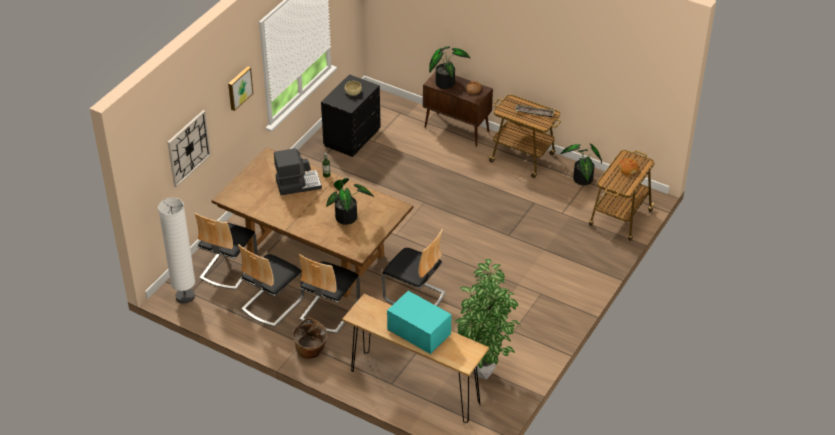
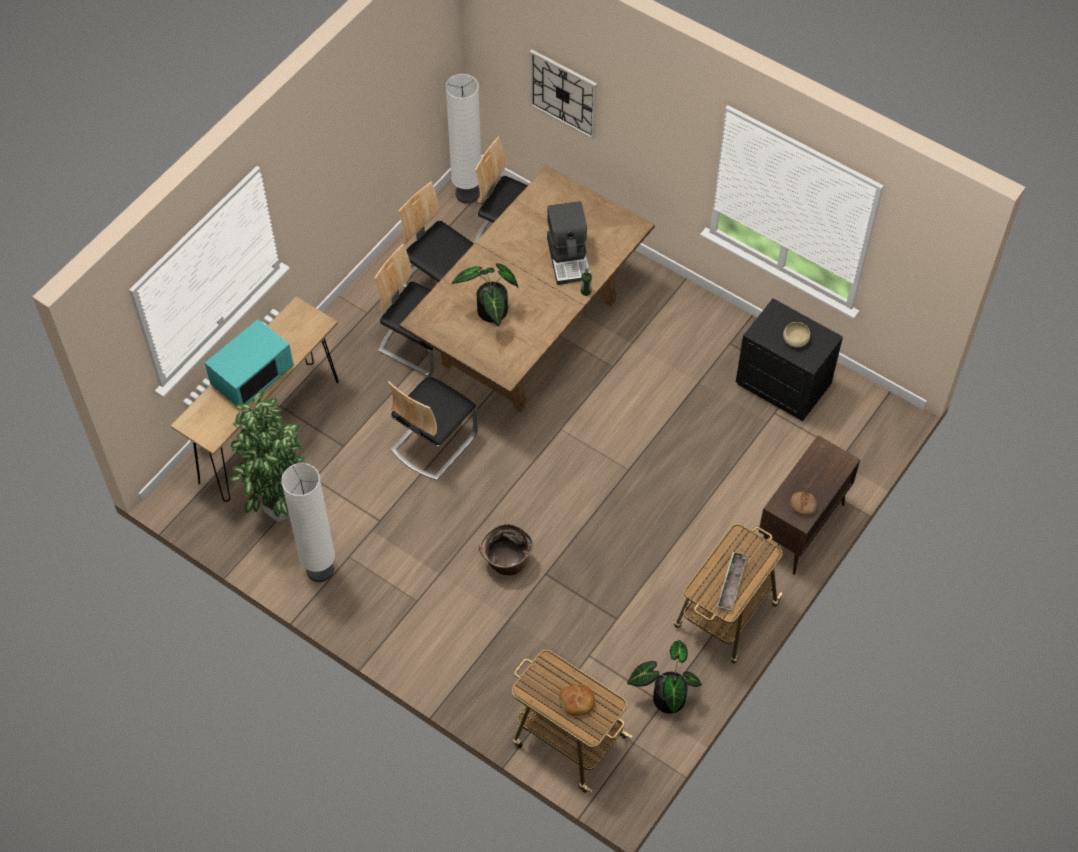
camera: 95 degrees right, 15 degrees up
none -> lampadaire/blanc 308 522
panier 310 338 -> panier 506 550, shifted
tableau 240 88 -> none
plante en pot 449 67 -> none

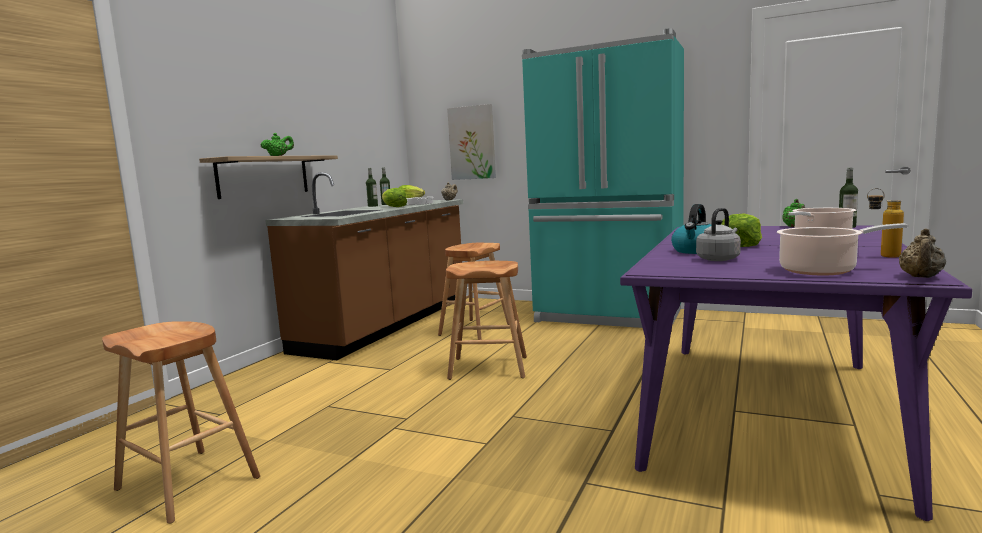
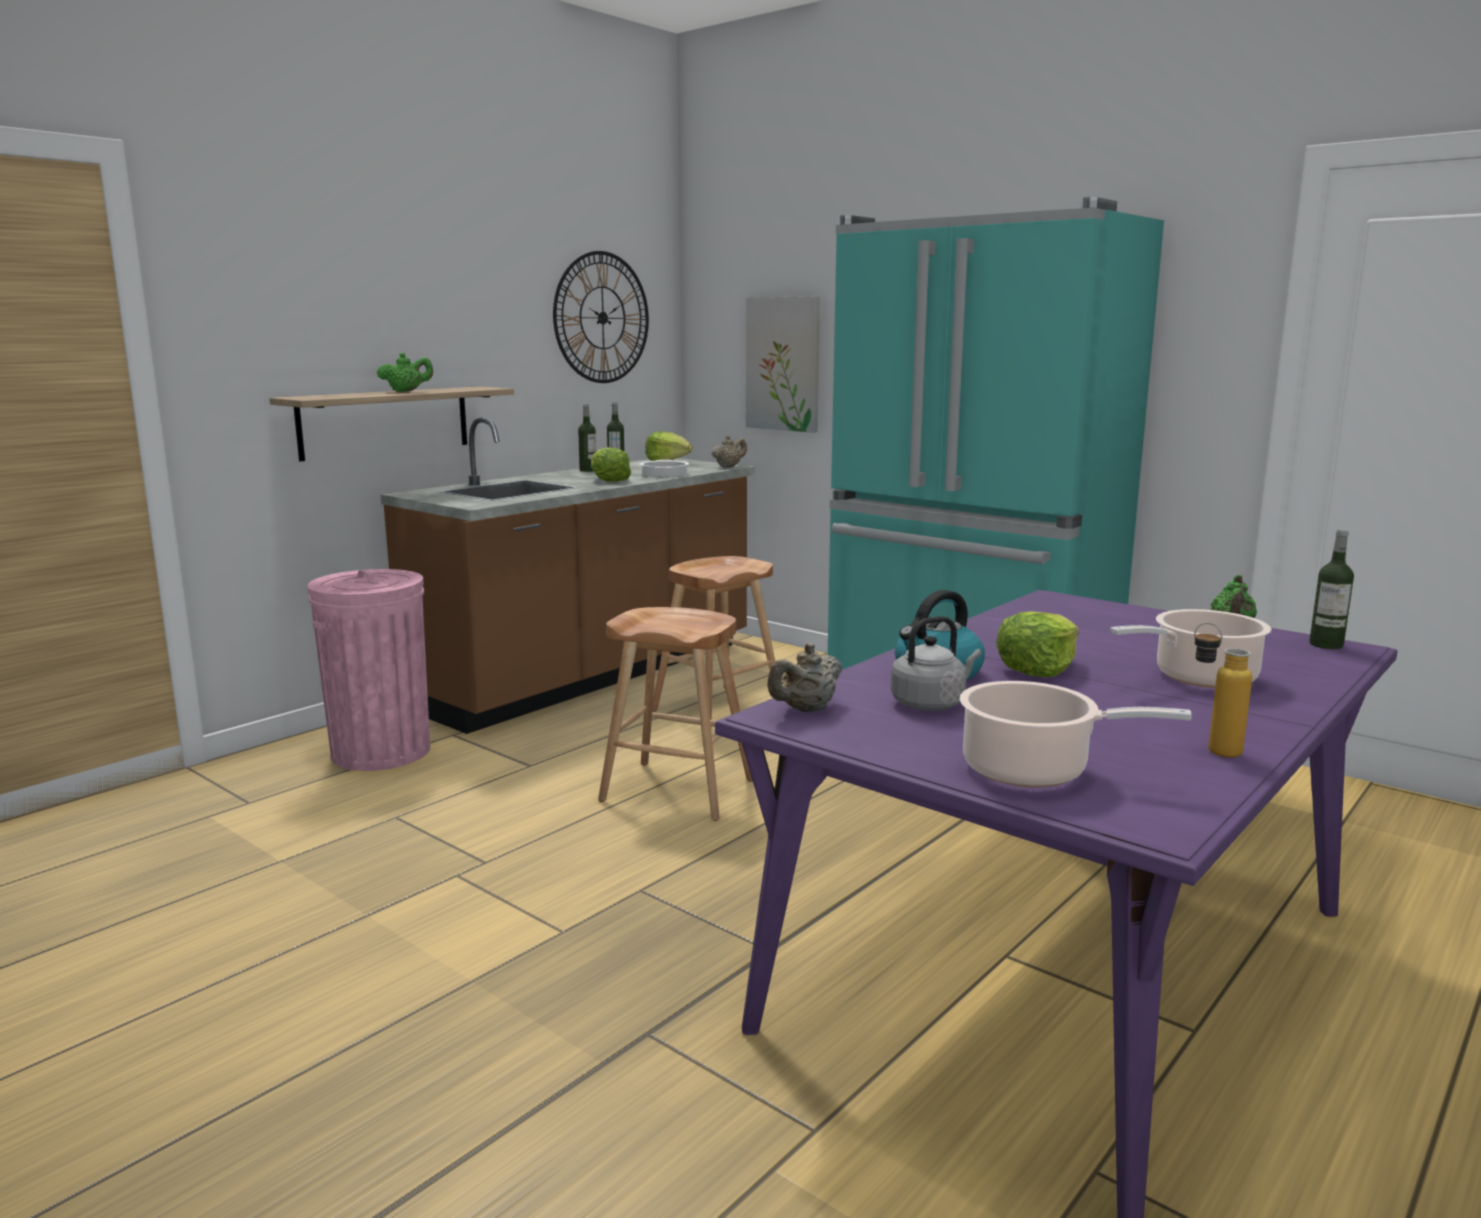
camera: 15 degrees right, 5 degrees up
none -> poubelle/rose 368 670
none -> horloge murale 601 317
théière/beige 922 253 -> théière/beige 804 677, shifted
tabouret/marron 181 422 -> none

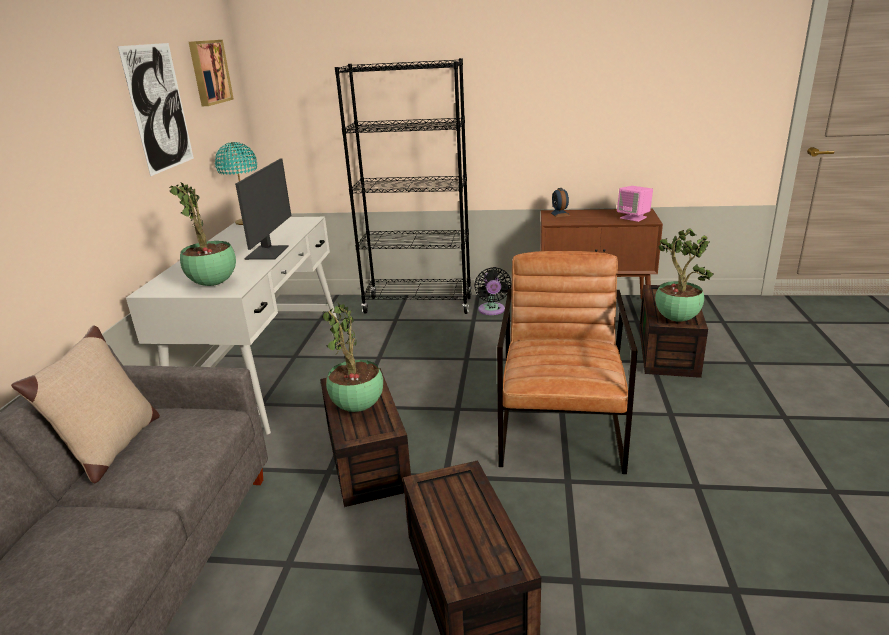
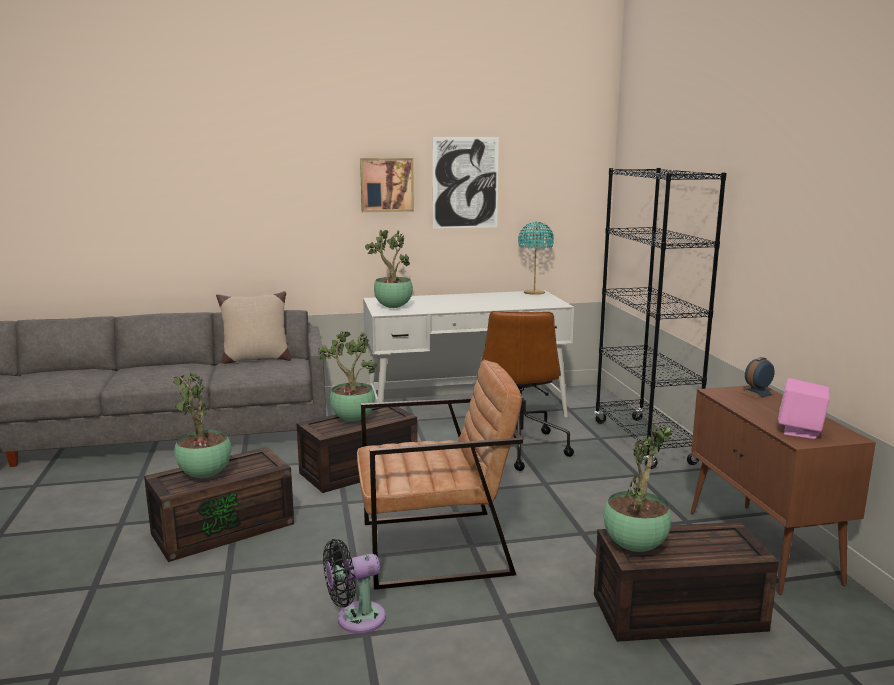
camera: 70 degrees right, 10 degrees down
none -> plante en pot 202 424
ventilateur/noir 493 291 -> ventilateur/noir 354 586, shifted
tableau 211 73 -> tableau 387 185, shifted
none -> chaise de bureau/marron 527 391
écran d'ordinateur 263 209 -> none

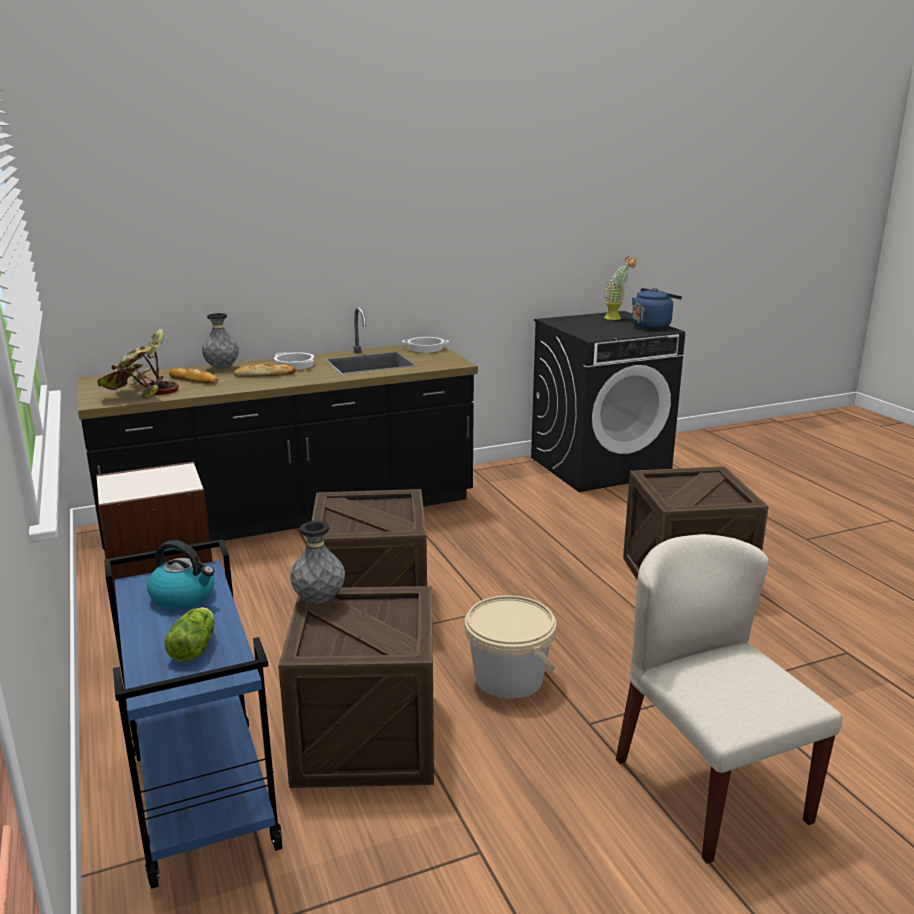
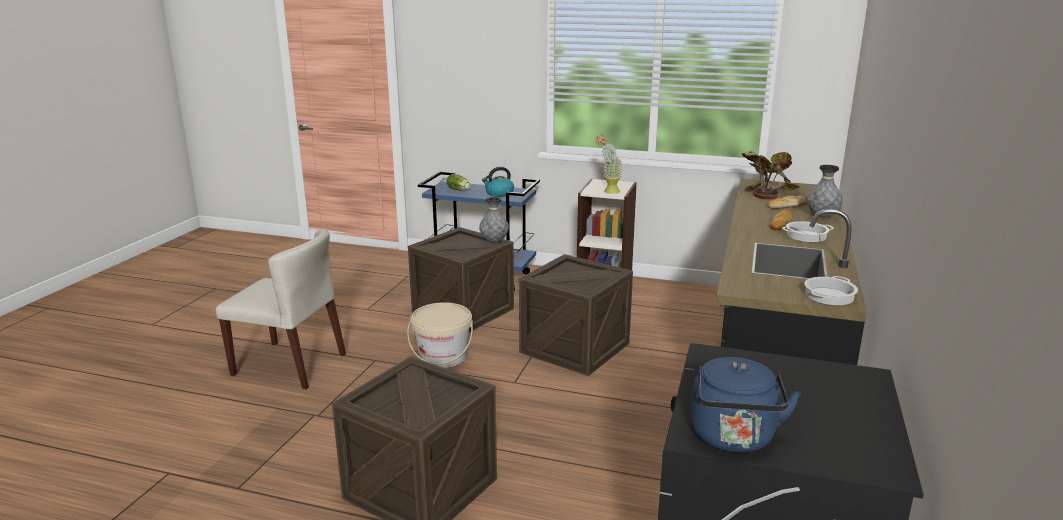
camera: 130 degrees right, 0 degrees up
plante en pot 620 288 -> plante en pot 609 164, shifted

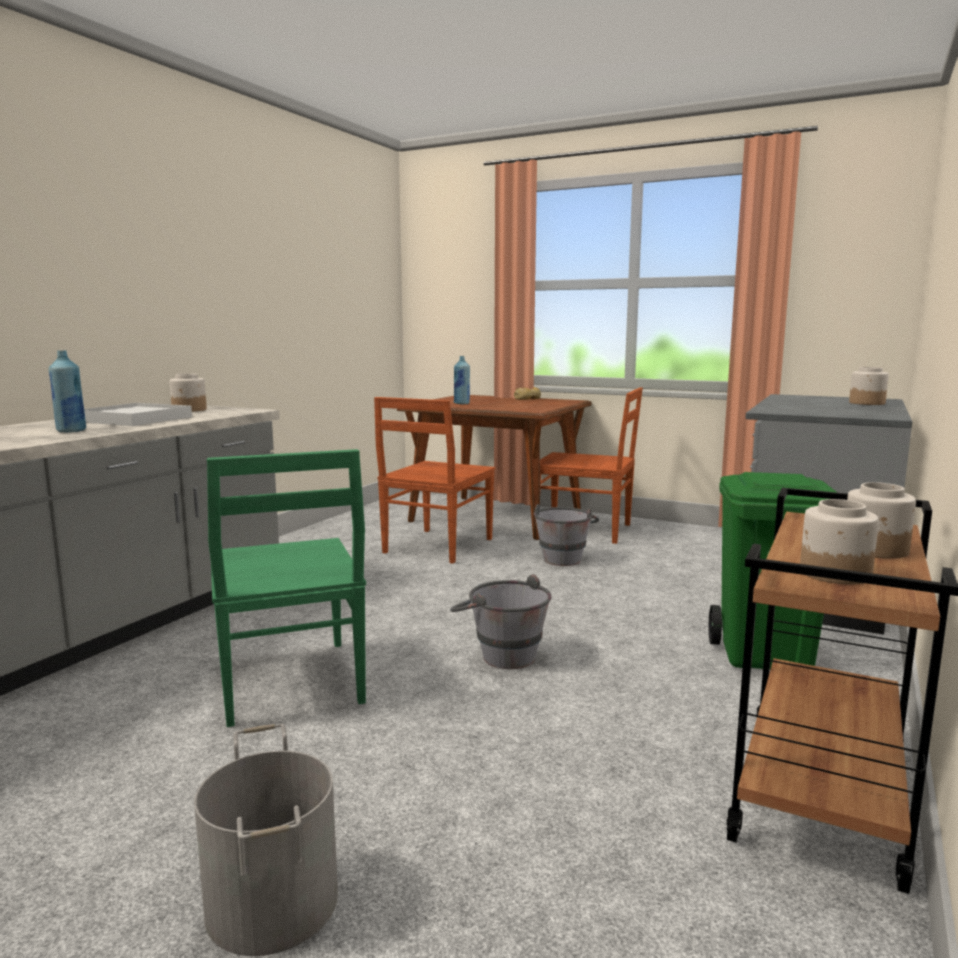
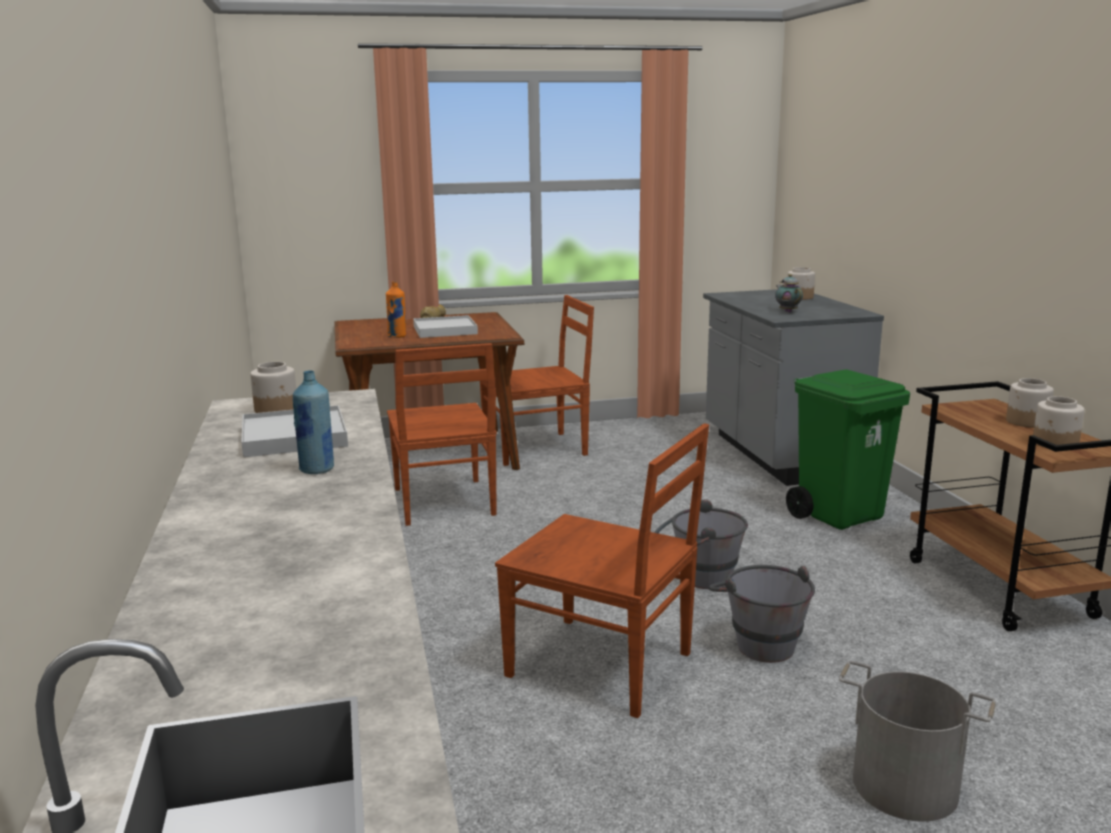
camera: 40 degrees left, 5 degrees up
bouteille/bleu 462 380 -> bouteille/orange 396 309
none -> plateau/blanc 445 326
chaise/vert 286 588 -> chaise/marron 602 570
seau/gris 566 535 -> seau/gris 762 614, shifted
none -> théière 789 293

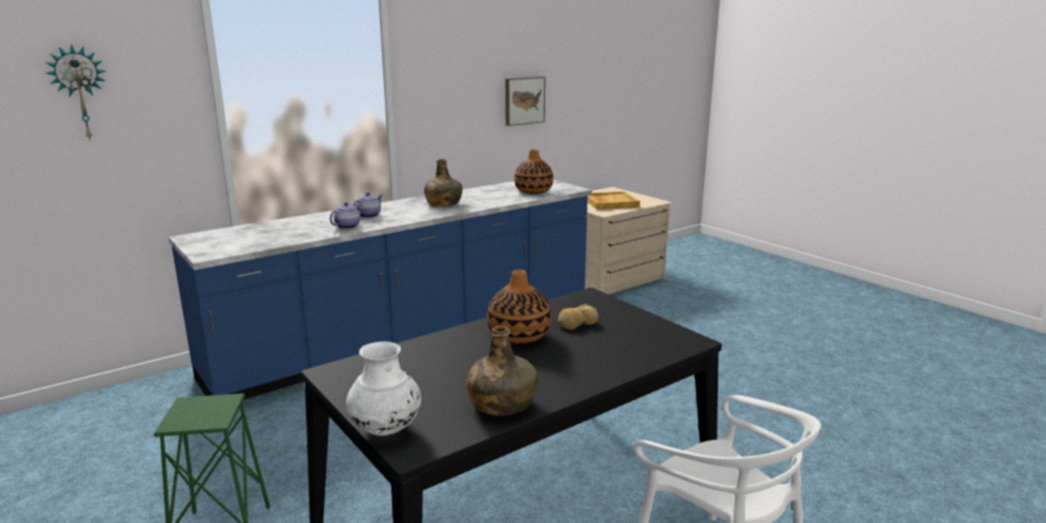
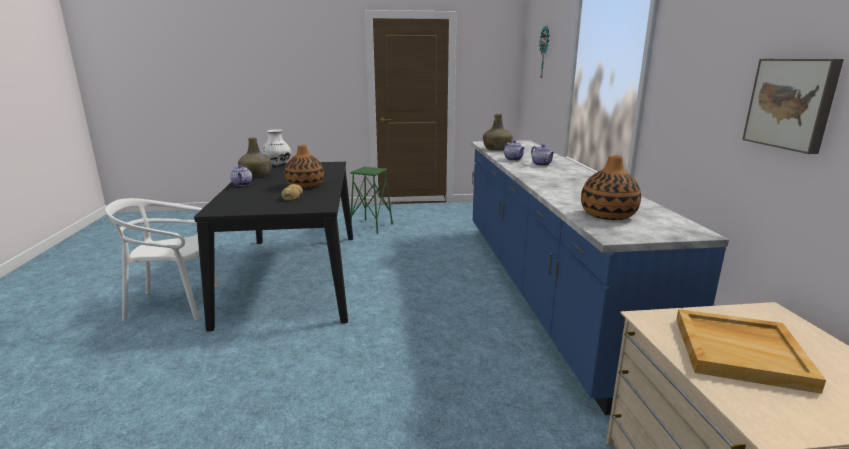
camera: 120 degrees right, 0 degrees up
none -> théière 241 175
bouteille/vert 443 183 -> bouteille/vert 498 132, shifted

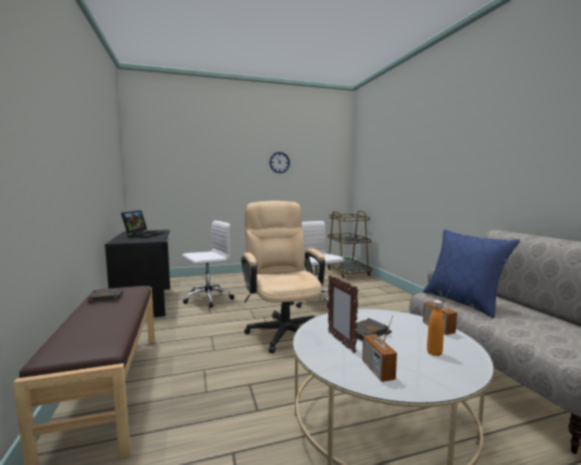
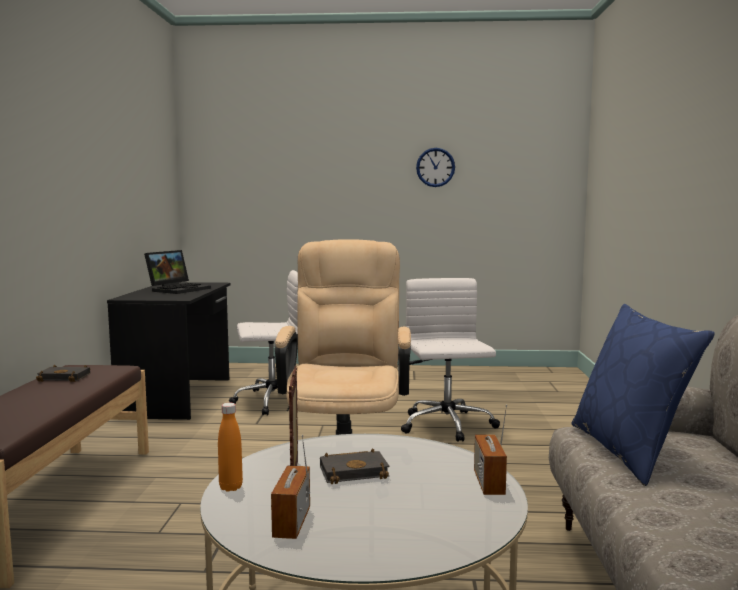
camera: 20 degrees right, 0 degrees up
bouteille/orange 435 328 -> bouteille/orange 230 447, shifted
chariot/marron 349 244 -> none

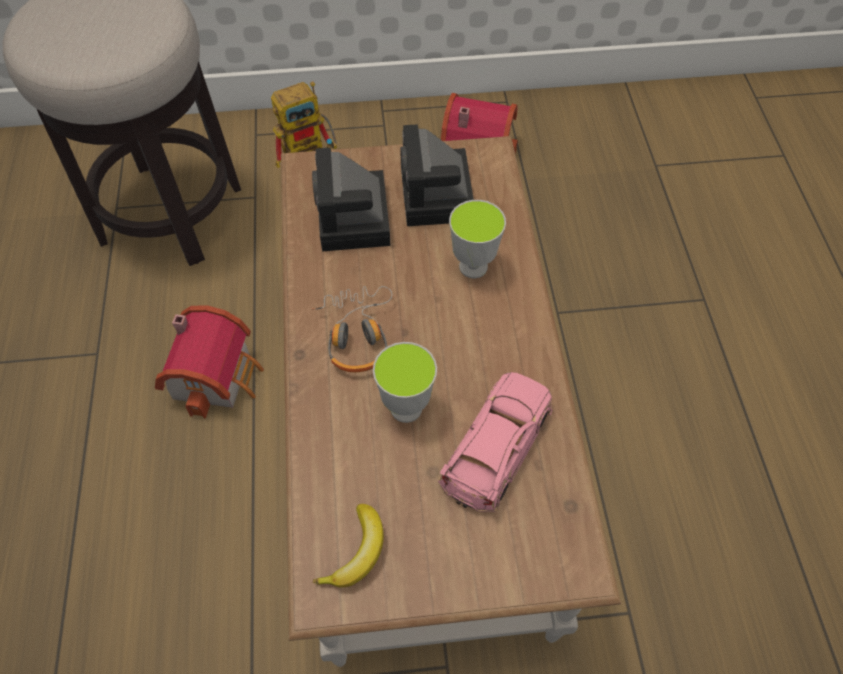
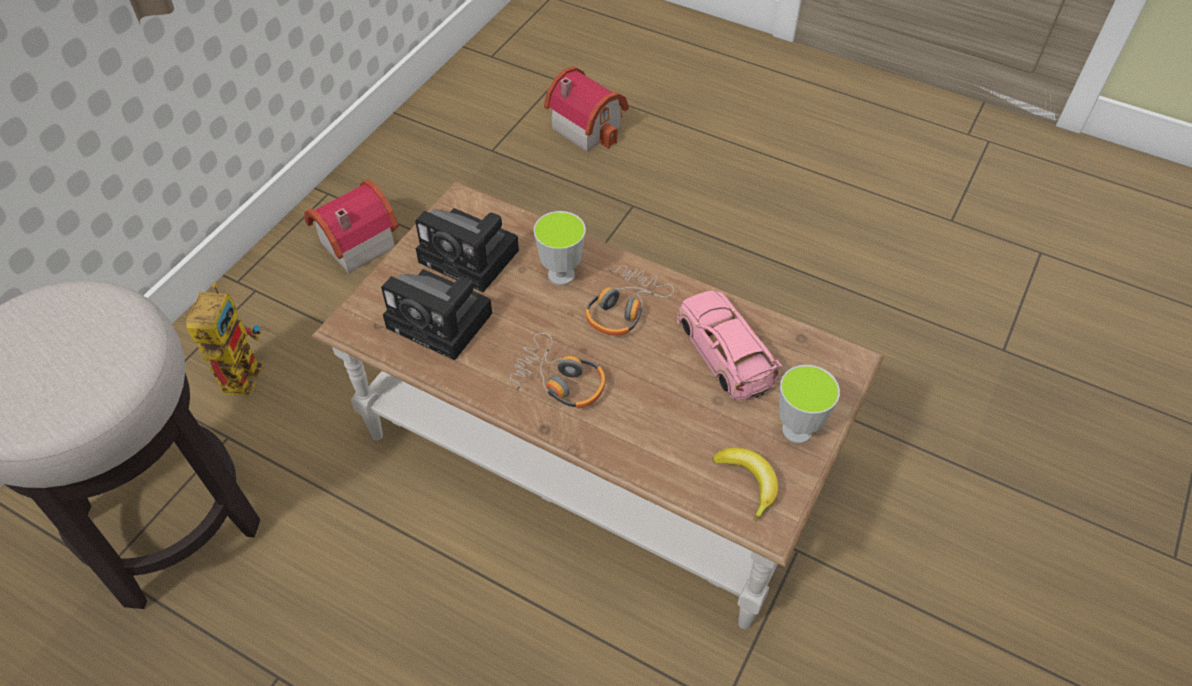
camera: 55 degrees left, 5 degrees down
maison miniature 209 362 -> maison miniature 586 109, shifted
none -> casque audio 629 300
tasse 405 382 -> tasse 809 404, shifted

